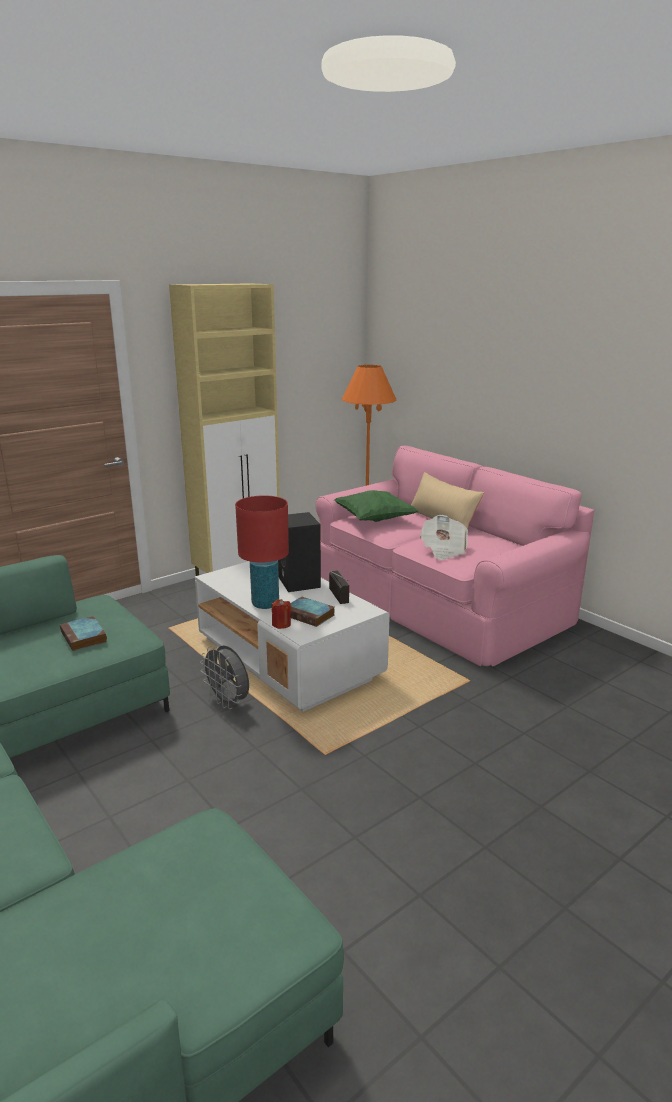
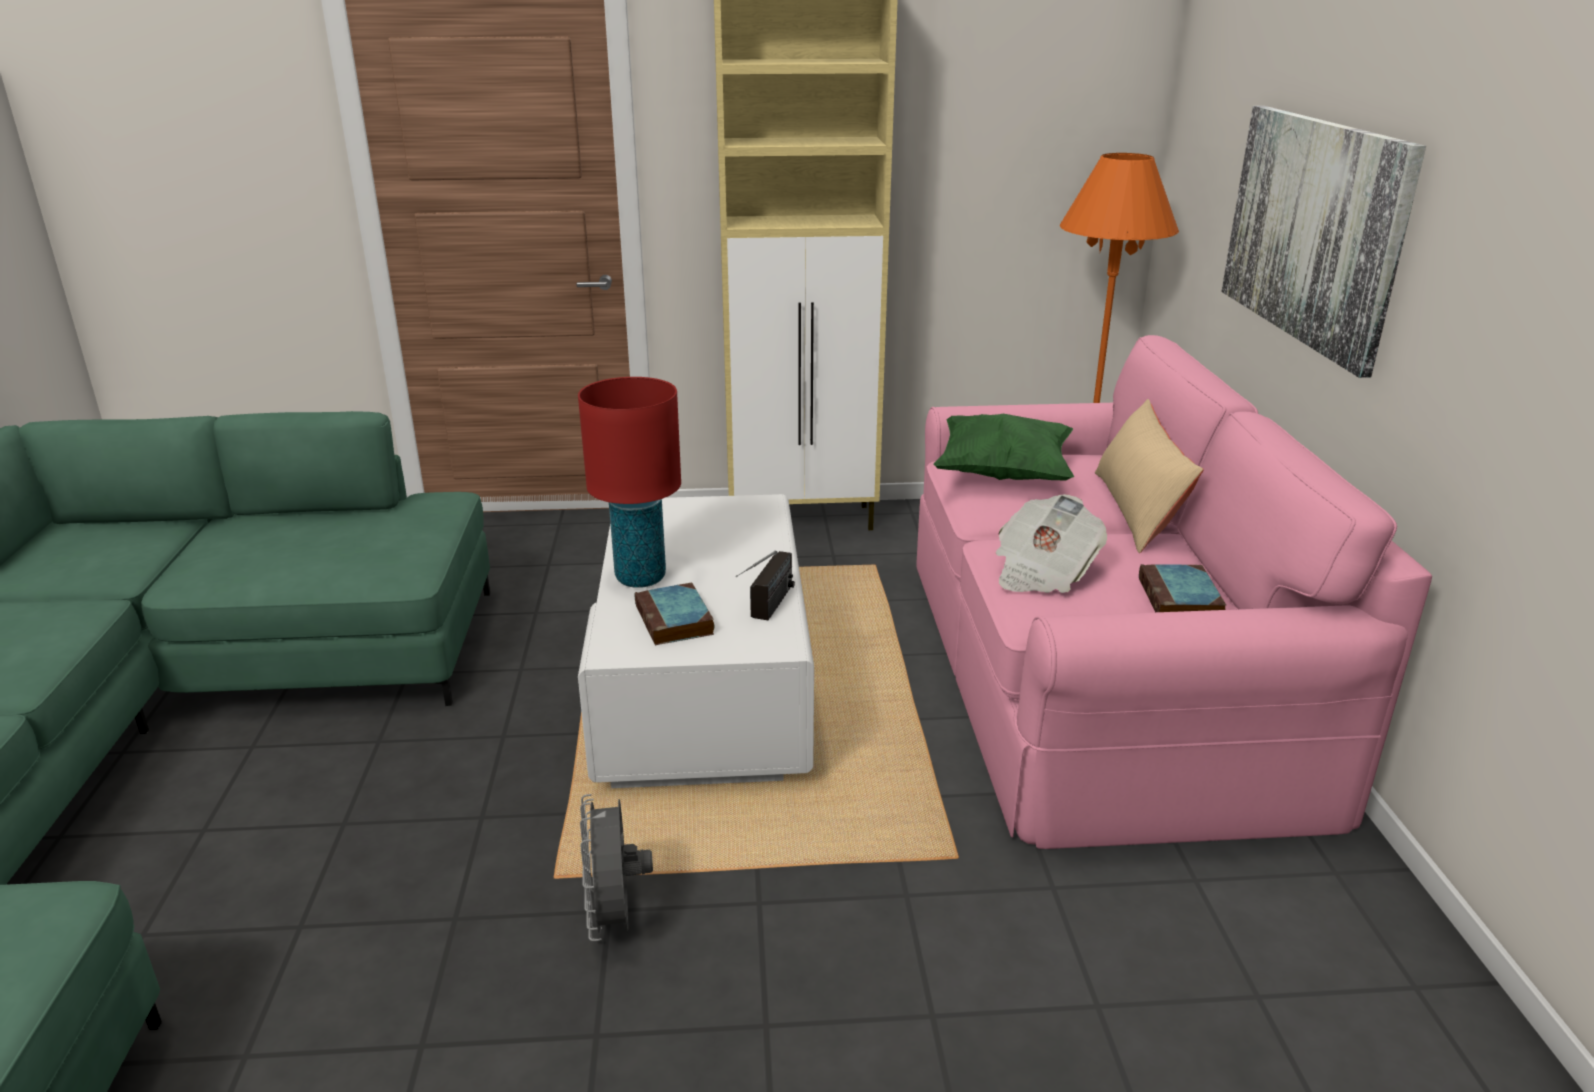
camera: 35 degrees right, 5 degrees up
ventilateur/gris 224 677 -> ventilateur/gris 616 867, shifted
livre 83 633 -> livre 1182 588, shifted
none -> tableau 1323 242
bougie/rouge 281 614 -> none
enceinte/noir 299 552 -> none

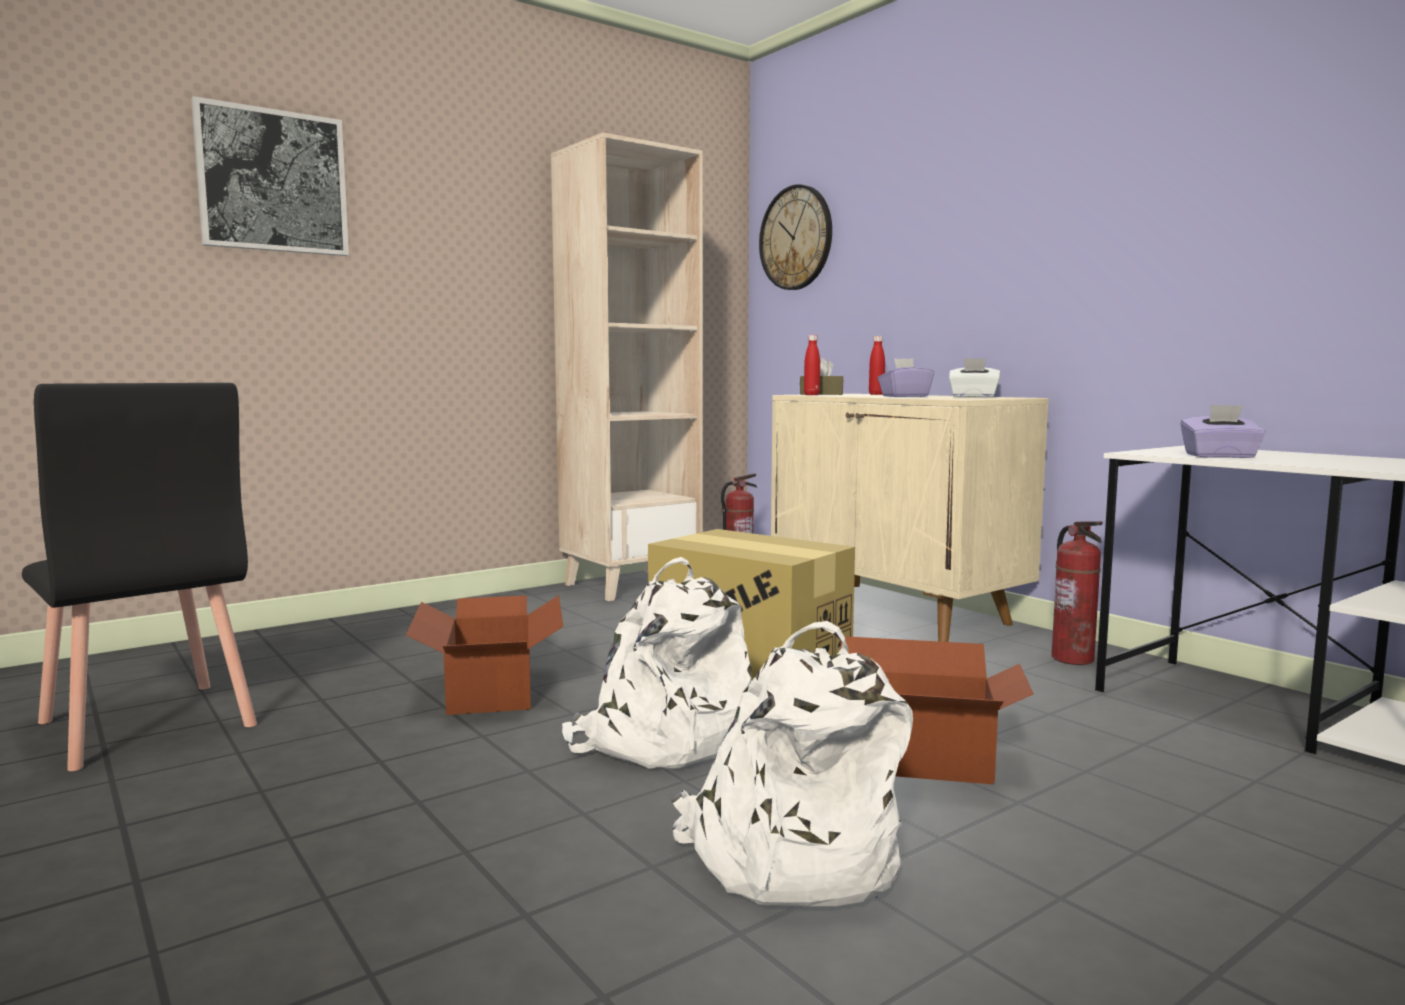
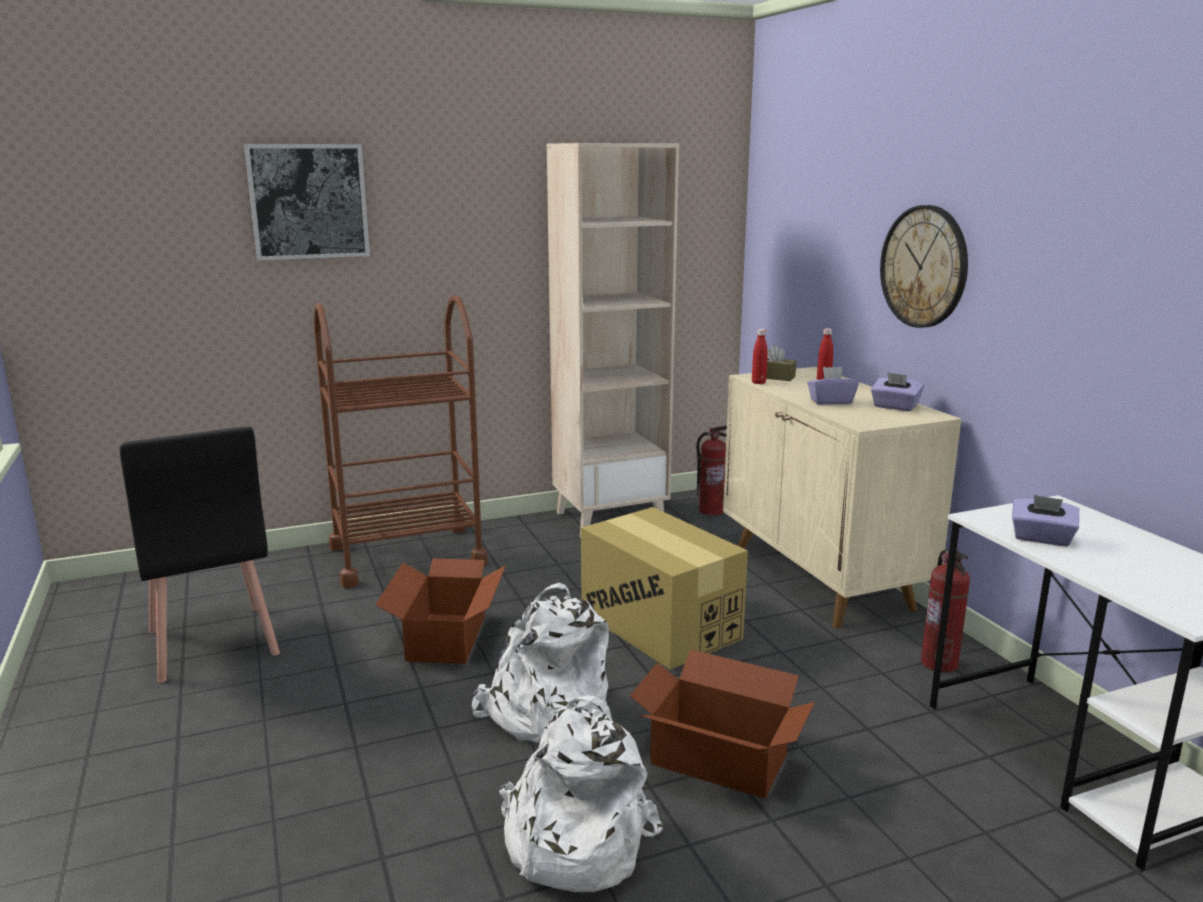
camera: 15 degrees right, 10 degrees up
none -> chariot/marron 401 441
boîte à mouchoirs/blanc 974 377 -> boîte à mouchoirs/violet 897 391
horloge murale 795 237 -> horloge murale 924 266, shifted

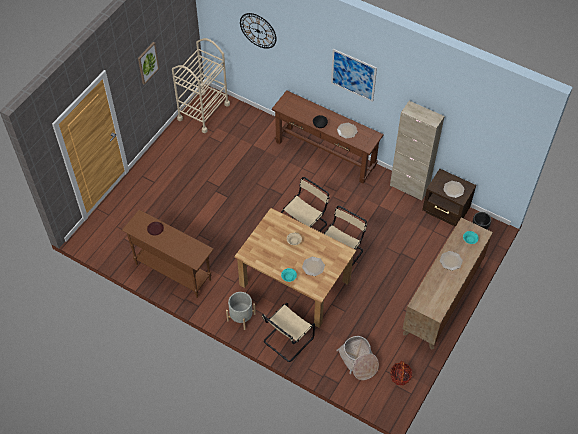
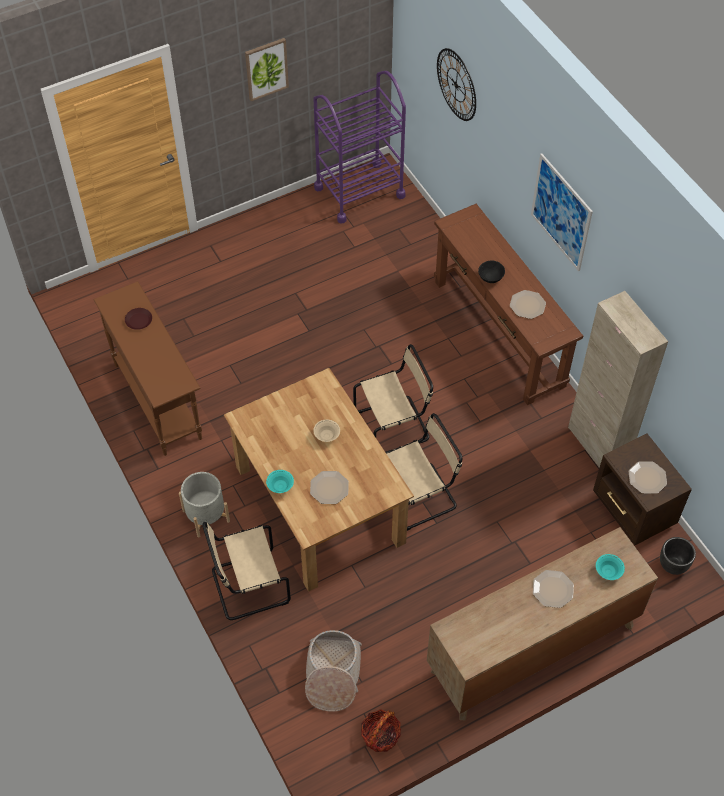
camera: 30 degrees right, 0 degrees up
chariot/beige 201 85 -> chariot/violet 359 147

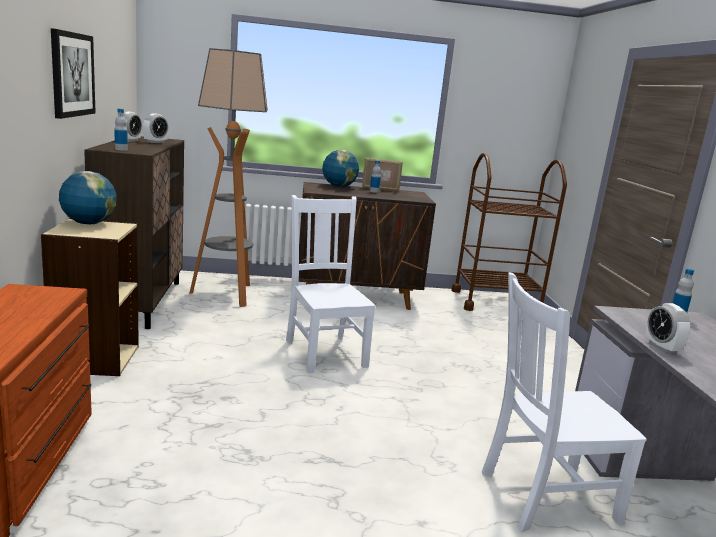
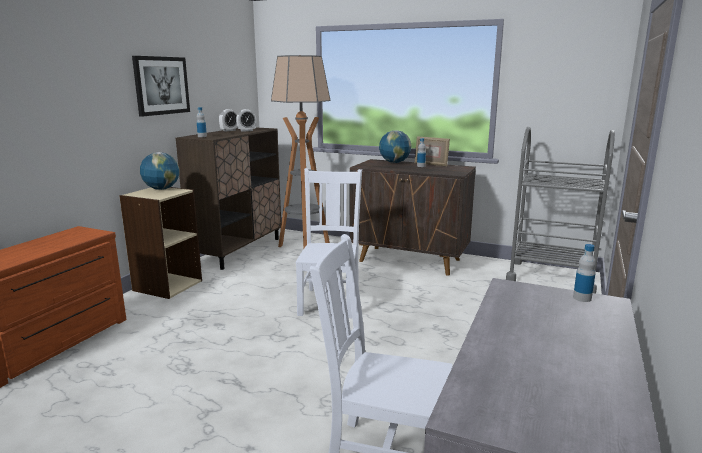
camera: 30 degrees right, 0 degrees up
chariot/marron 509 232 -> chariot/gris 560 210
réveil 668 328 -> none

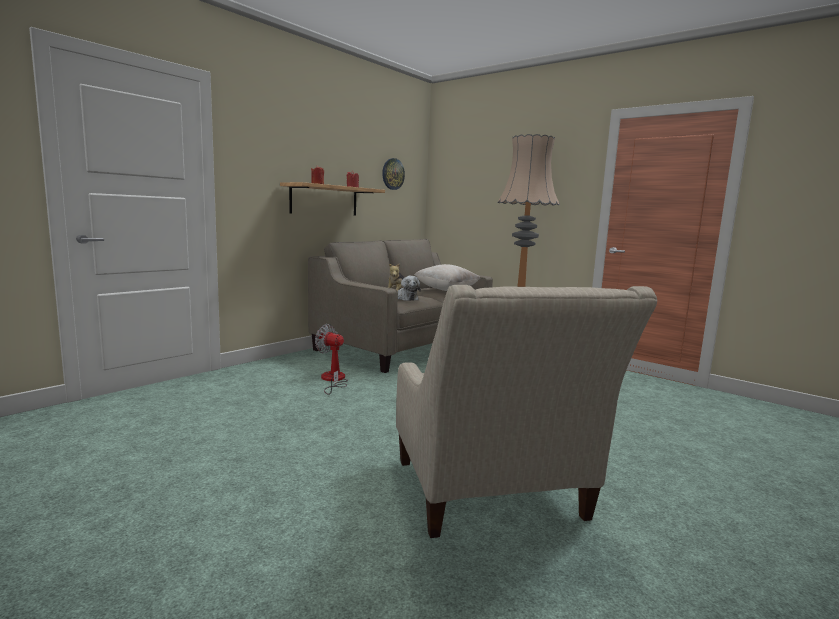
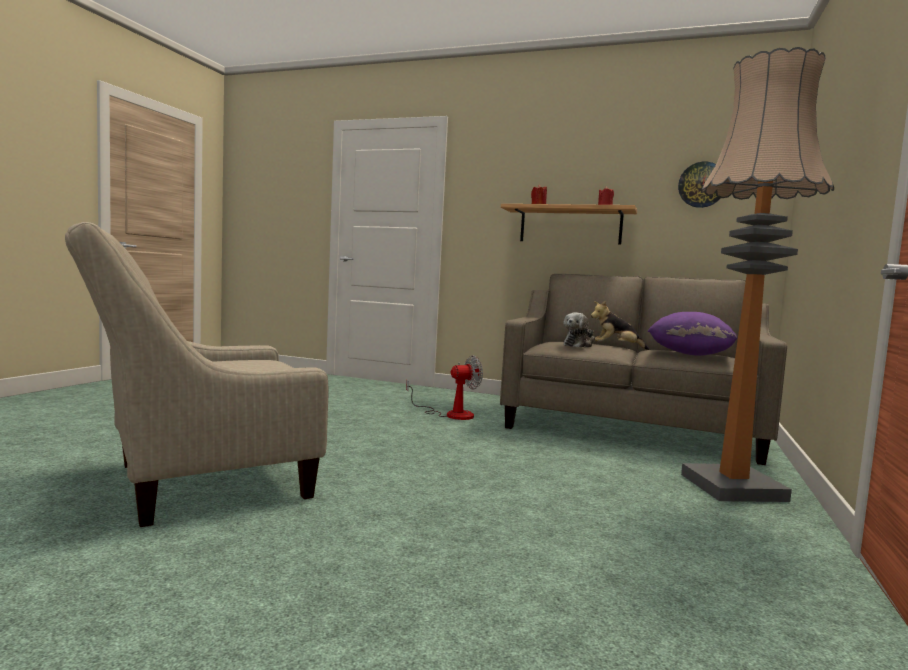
camera: 70 degrees right, 5 degrees down
ventilateur 331 359 -> ventilateur 444 387, 60 degrees clockwise
coussin/beige 447 277 -> coussin/violet 692 334

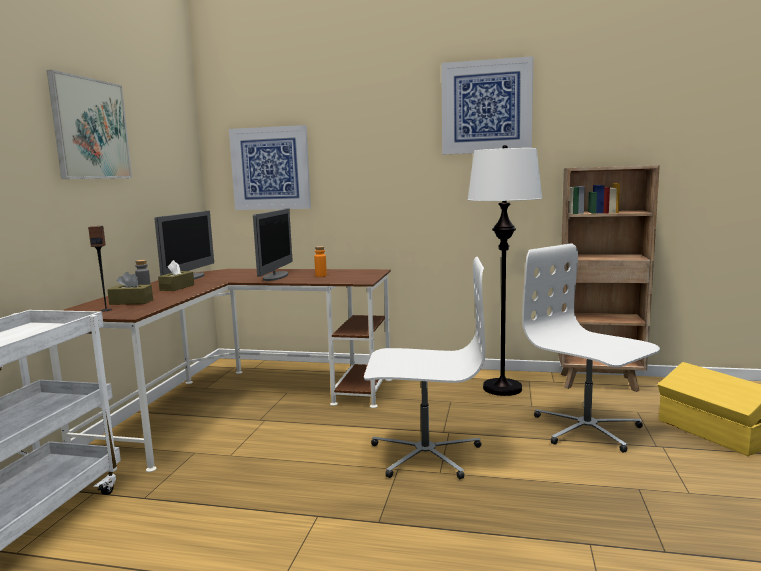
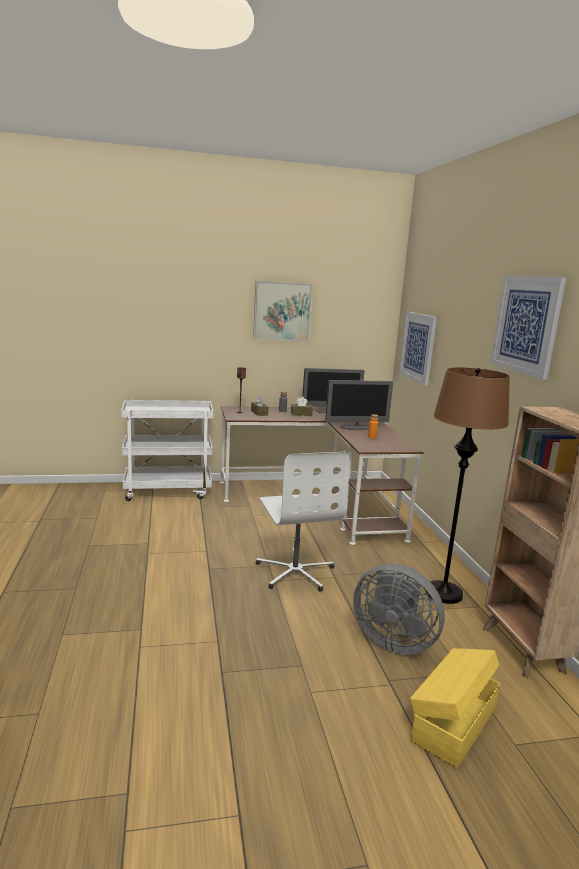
camera: 65 degrees right, 5 degrees up
chaise de bureau/blanc 591 348 -> ventilateur/gris 399 609
lampadaire/blanc 504 270 -> lampadaire/marron 468 486

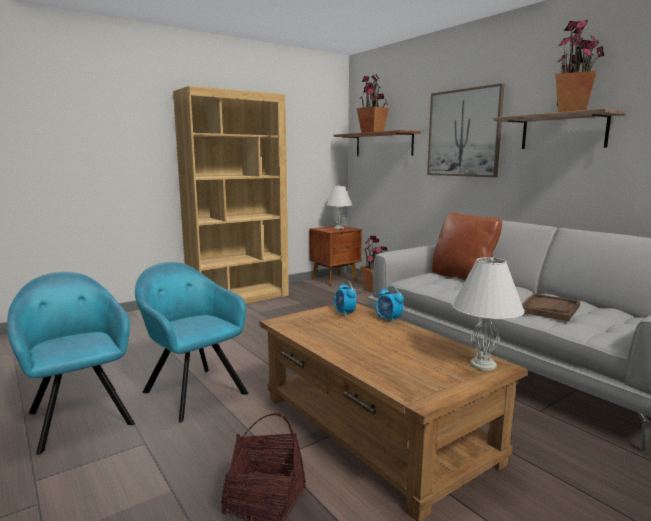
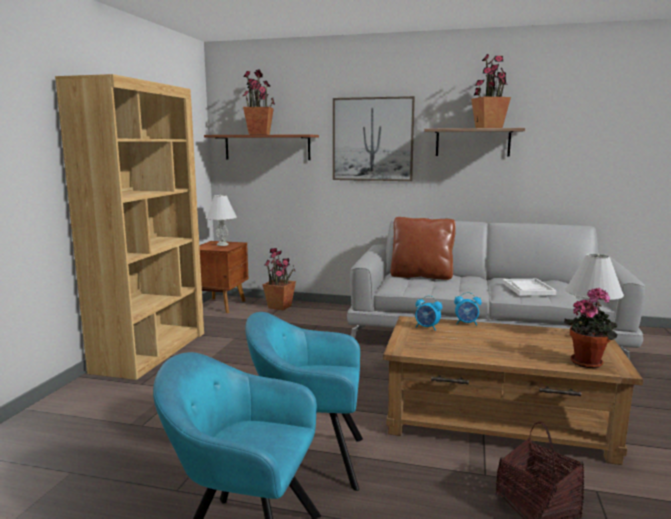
camera: 40 degrees left, 0 degrees up
plateau/marron 551 307 -> plateau/blanc 530 287
none -> plante en pot 590 327

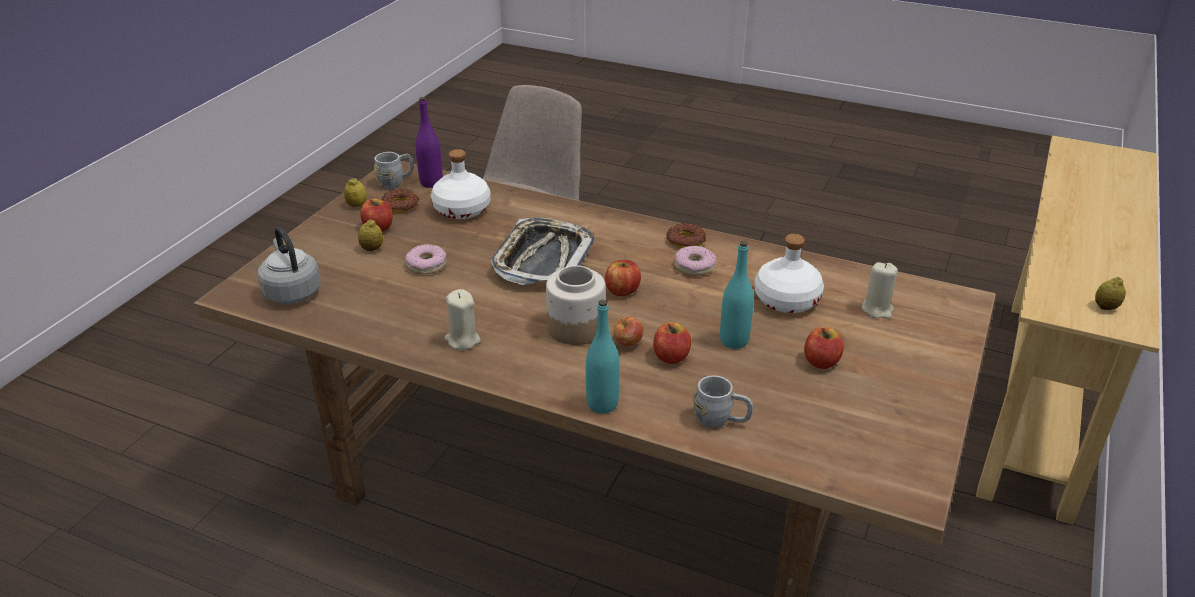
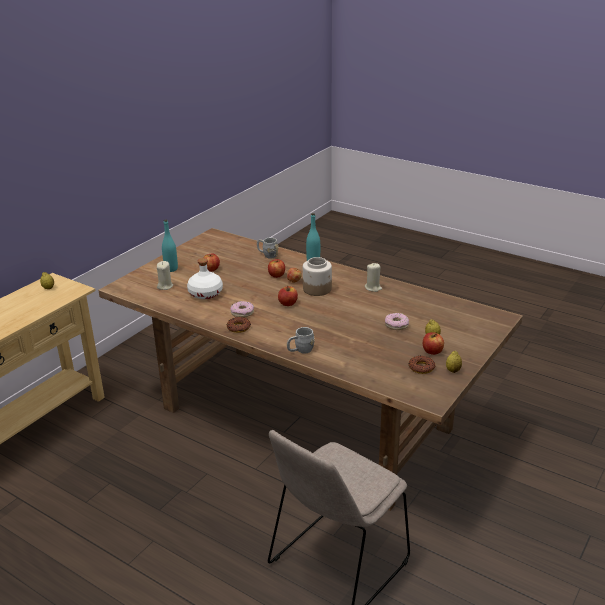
camera: 170 degrees left, 5 degrees down
bouteille/turquoise 737 295 -> bouteille/turquoise 170 245, shifted
mug/gris 394 170 -> mug/gris 301 340, shifted
bouilloire/gris 289 265 -> none
bouteille/violet 429 142 -> none
bouteille/blanc 461 184 -> none
plateau 542 251 -> none

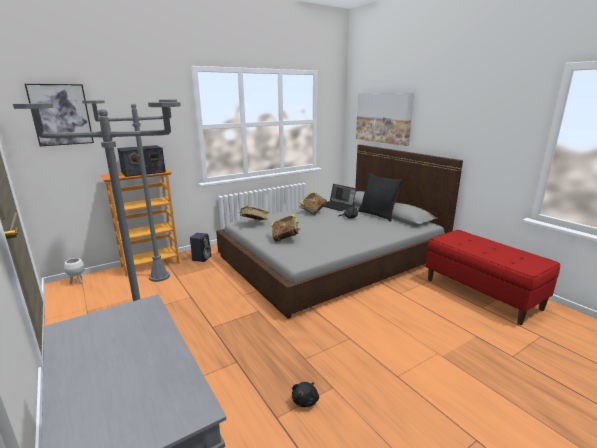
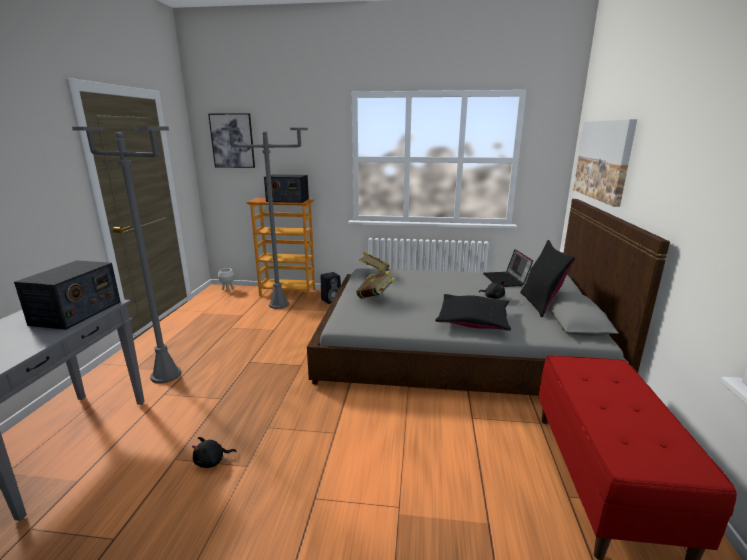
camera: 40 degrees right, 0 degrees up
none -> radio 67 295
none -> coussin/noir 473 312
livre 313 203 -> none

